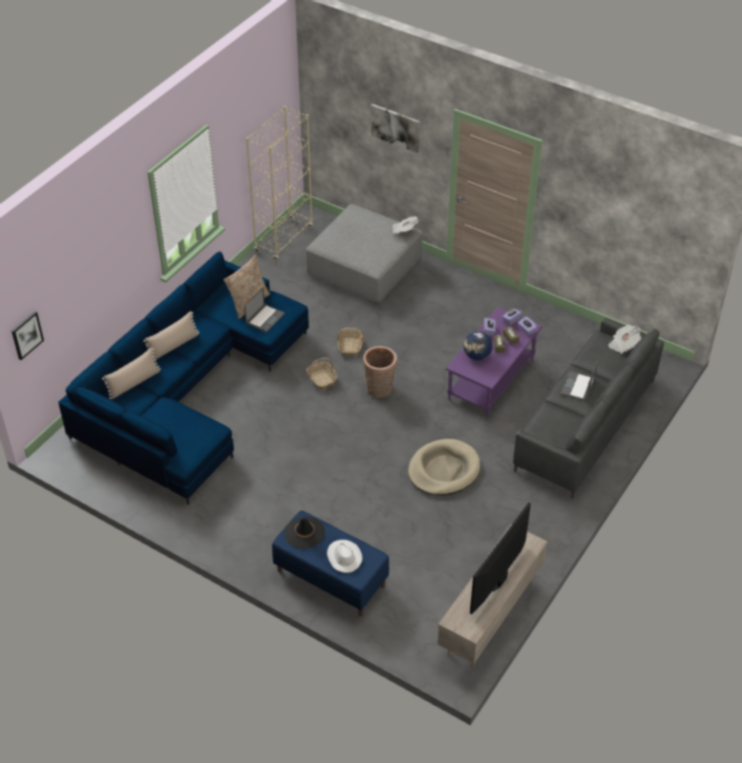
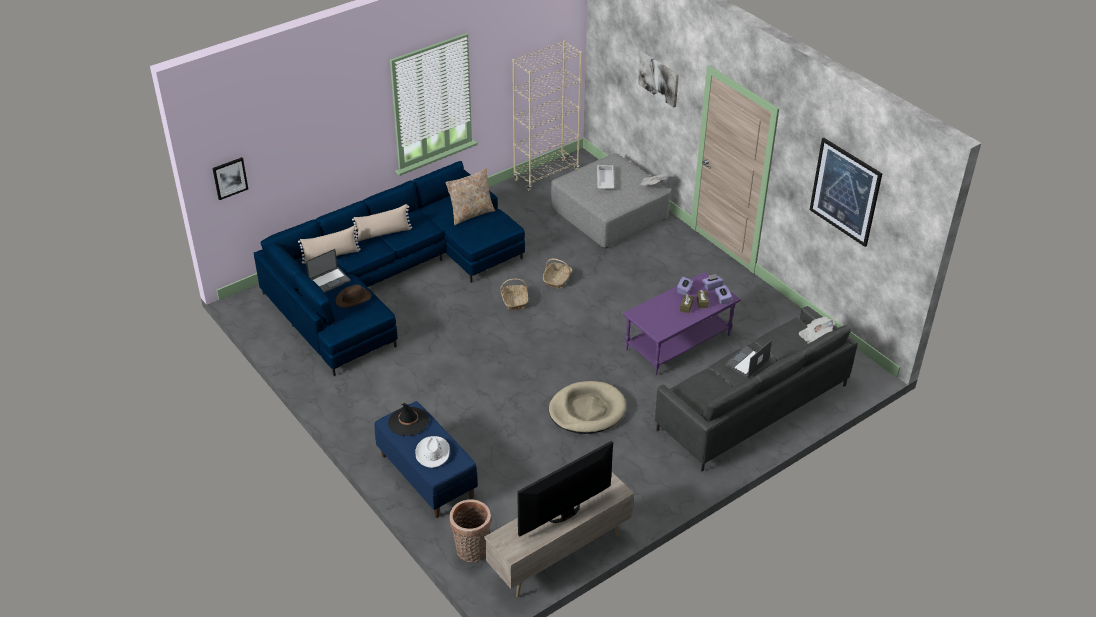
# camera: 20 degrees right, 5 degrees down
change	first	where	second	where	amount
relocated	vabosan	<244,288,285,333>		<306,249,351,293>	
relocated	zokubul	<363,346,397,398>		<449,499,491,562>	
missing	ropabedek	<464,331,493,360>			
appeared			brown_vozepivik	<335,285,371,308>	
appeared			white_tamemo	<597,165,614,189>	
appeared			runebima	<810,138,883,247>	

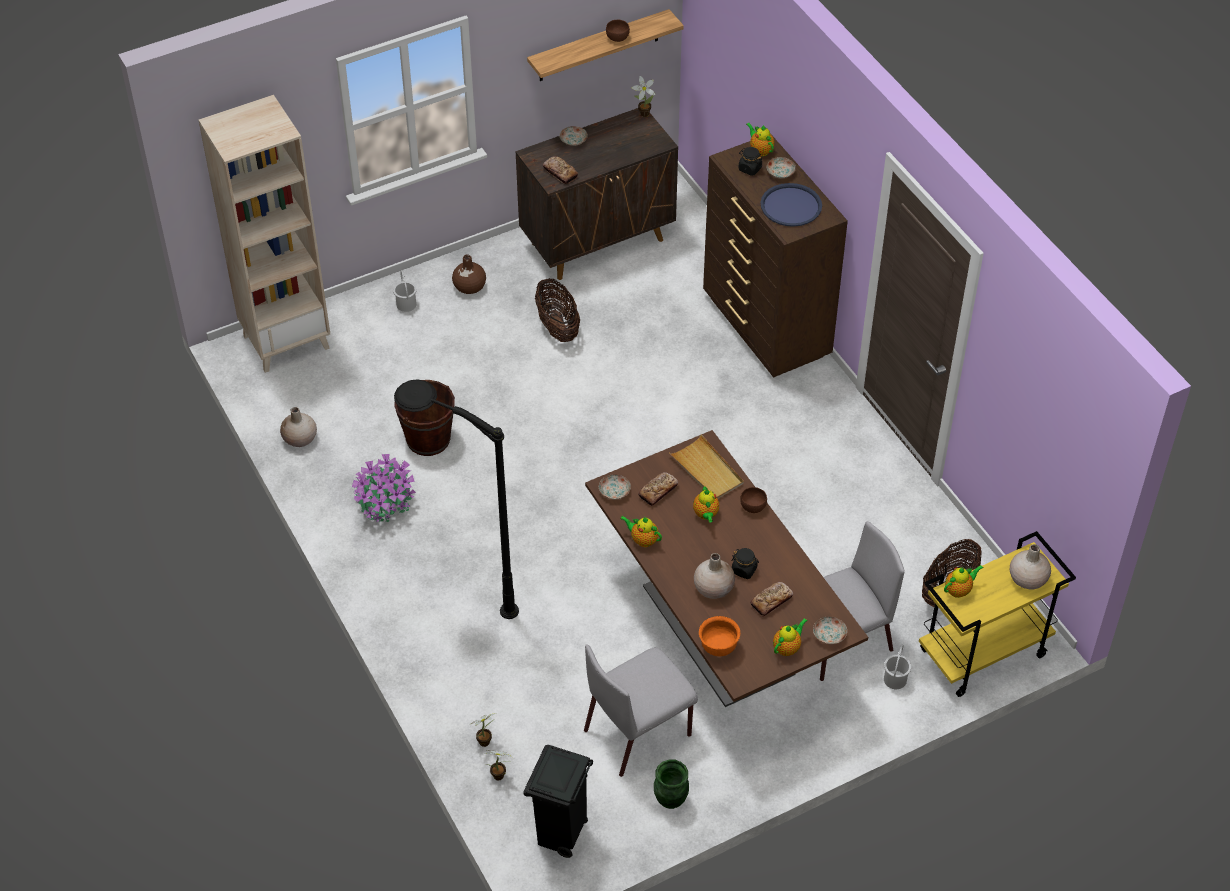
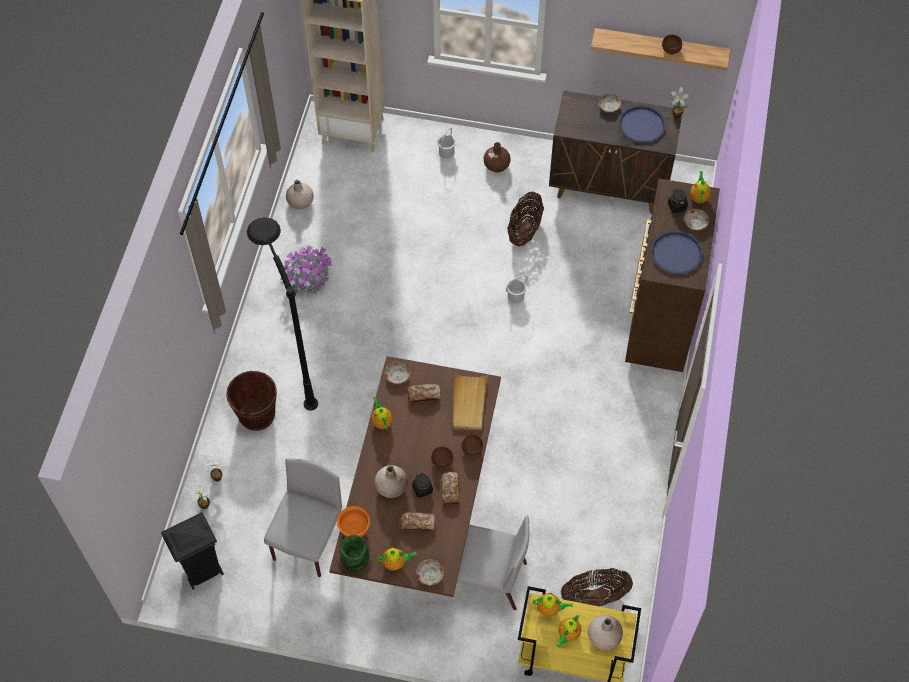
# camera: 40 degrees right, 10 degrees up
change	first	where	second	where	amount
relocated	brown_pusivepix	<394,380,455,456>		<226,371,277,431>	
relocated	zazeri	<543,156,578,184>		<440,472,460,505>	
spun	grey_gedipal	<584,645,698,777>		<264,458,342,577>	105 degrees clockwise
relocated	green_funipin	<654,760,689,809>		<340,535,369,572>	
relocated	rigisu	<693,486,719,523>		<557,615,581,648>	
relocated	white_pusivepix	<884,644,911,689>		<506,275,528,304>	
appeared			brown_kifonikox	<432,447,453,469>	
appeared			blue_tamemo	<618,105,666,143>	

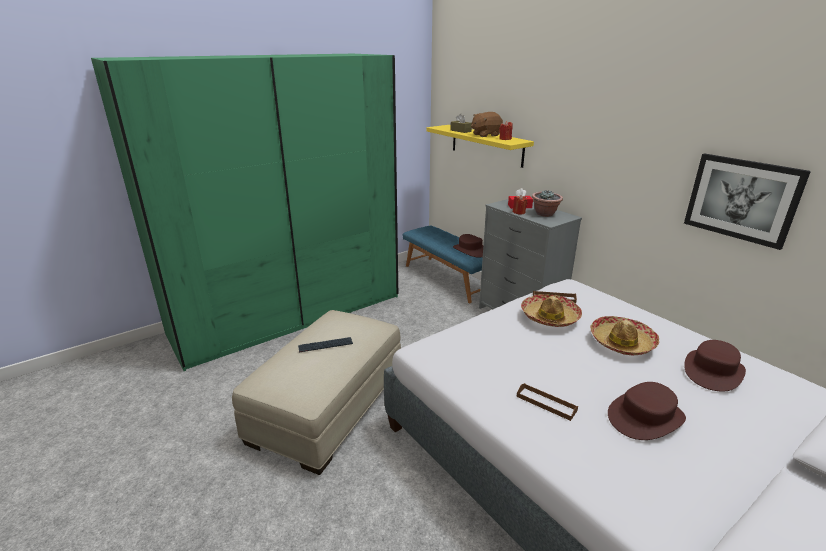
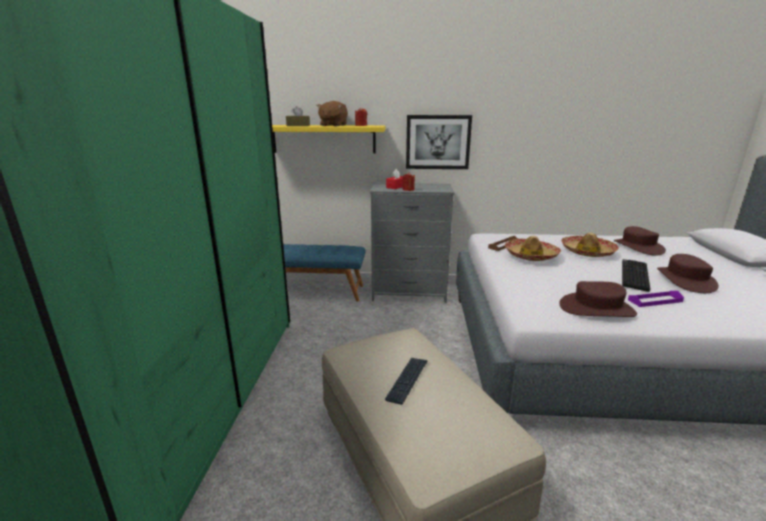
# camera: 50 degrees left, 5 degrees down
change	first	where	second	where	amount
relocated	brown_vozepivik	<453,234,483,257>		<560,281,637,317>	
colour	brown_tamemo	<516,383,578,421>	purple_tamemo	<628,291,684,307>	
missing	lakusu	<532,191,563,217>			
relocated	runebima	<684,153,811,250>		<406,115,472,169>	
appeared			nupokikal	<622,259,650,292>	

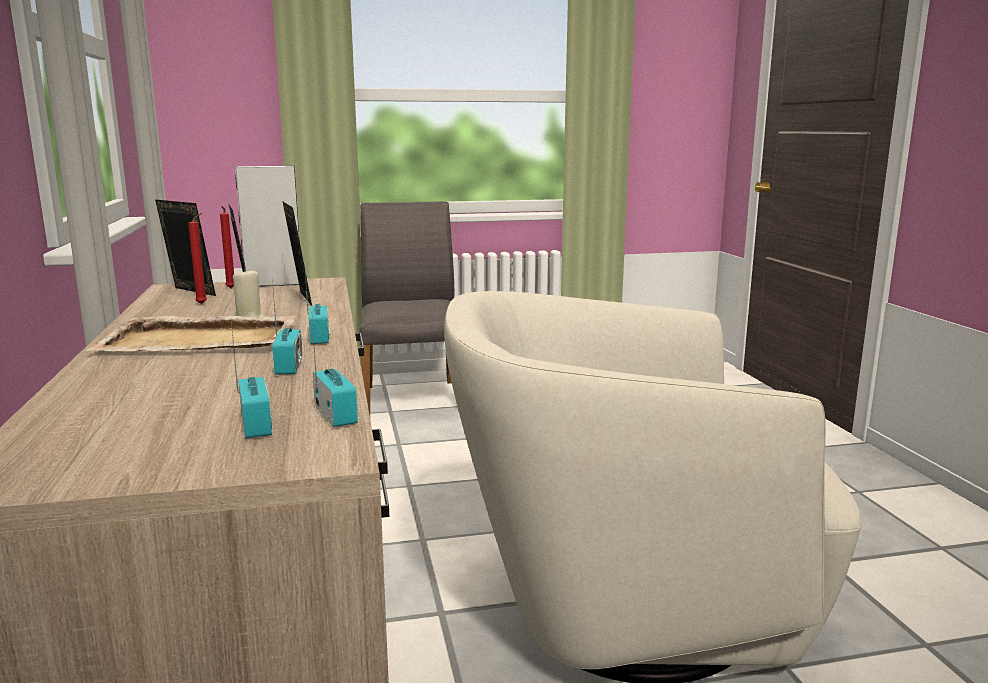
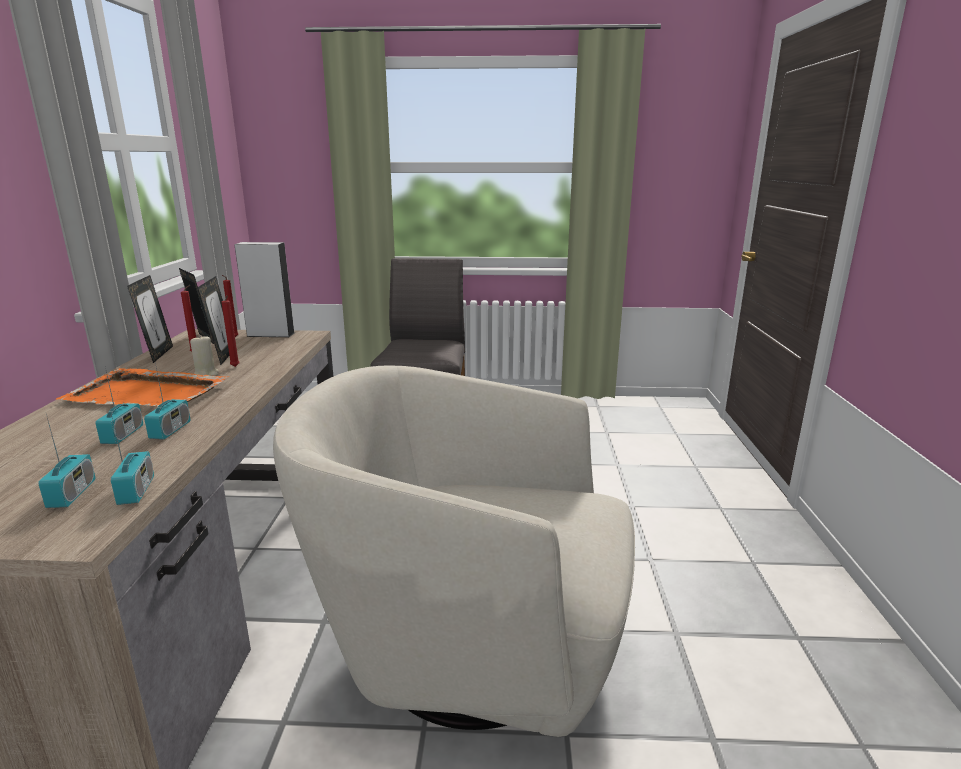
# camera: 15 degrees right, 5 degrees up
change	first	where	second	where	amount
colour	beige_tamemo	<86,316,296,351>	orange_tamemo	<56,368,229,406>	
relocated	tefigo	<283,202,312,306>		<127,275,173,363>	
relocated	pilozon	<304,260,331,344>		<95,368,143,444>	
appeared			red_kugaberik	<222,295,240,367>	

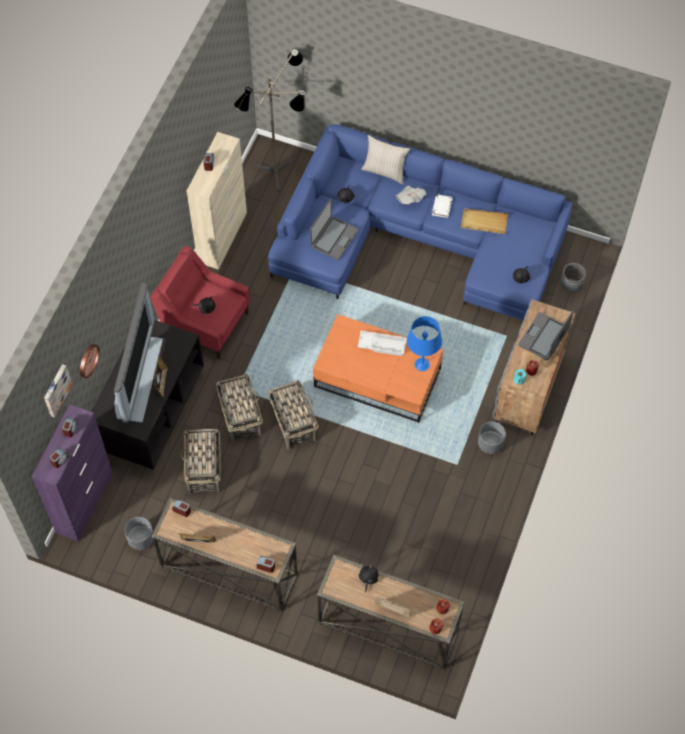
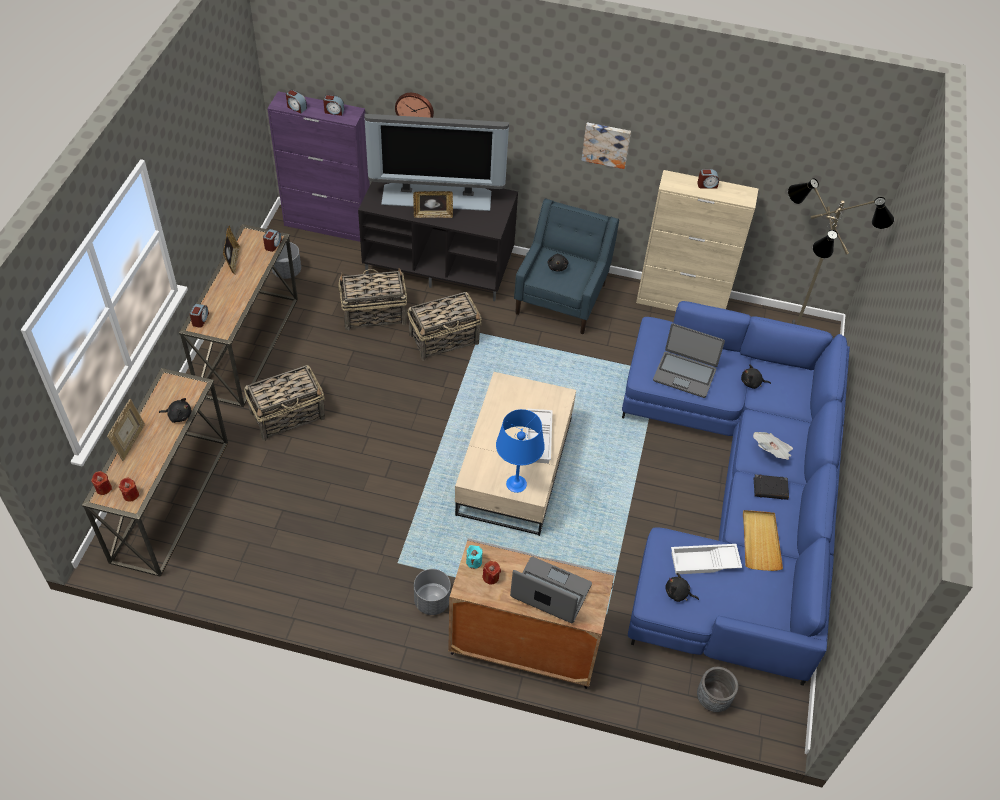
# camera: 80 degrees right, 10 degrees down
change	first	where	second	where	amount
relocated	runebima	<44,364,73,418>		<582,123,631,169>	
colour	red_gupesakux	<150,246,250,359>	blue_gupesakux	<514,198,619,334>	
relocated	zokubul	<269,380,319,450>		<244,365,325,441>	
colour	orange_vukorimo	<313,314,443,423>	beige_vukorimo	<455,372,576,536>	
missing	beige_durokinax	<361,135,410,184>			
colour	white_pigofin	<432,194,452,218>	black_pigofin	<754,475,789,500>	
appeared			white_tamemo	<671,544,742,574>	

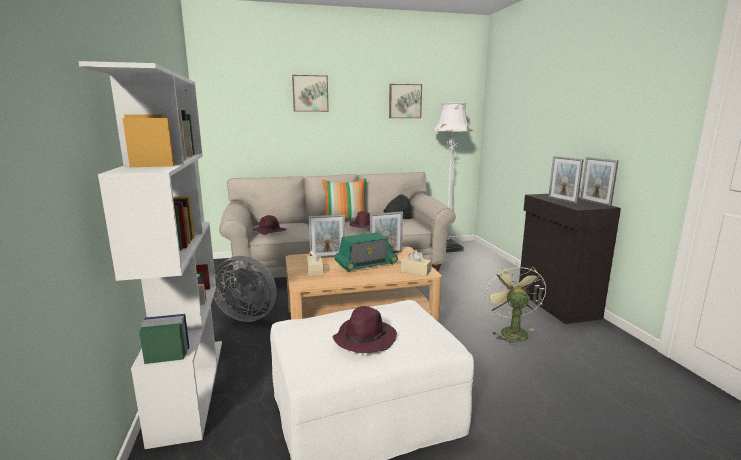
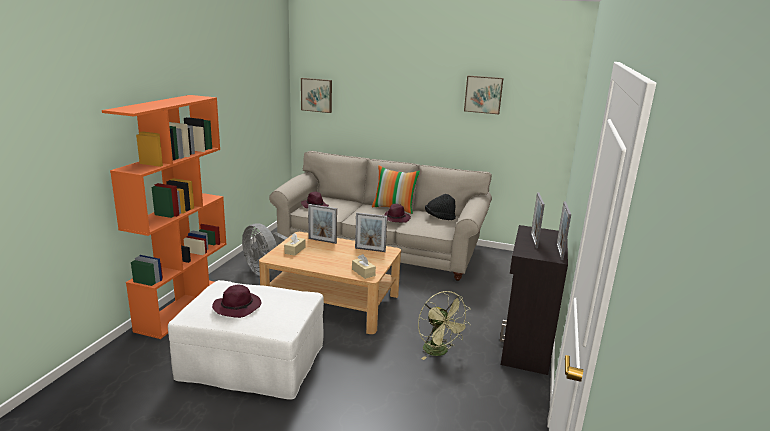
# camera: 30 degrees right, 5 degrees up
change	first	where	second	where	amount
colour	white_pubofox	<79,61,222,449>	orange_pubofox	<102,95,227,339>	
relocated	runebima	<292,75,329,112>		<301,78,332,113>	
missing	pilozon	<334,232,398,272>			
missing	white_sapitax	<433,103,472,253>			
spun	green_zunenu	<485,262,546,345>		<418,291,471,360>	120 degrees clockwise

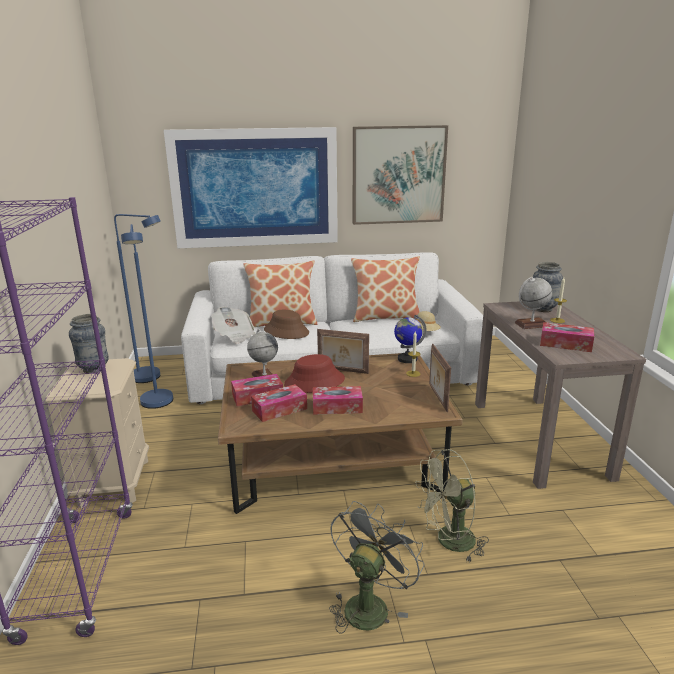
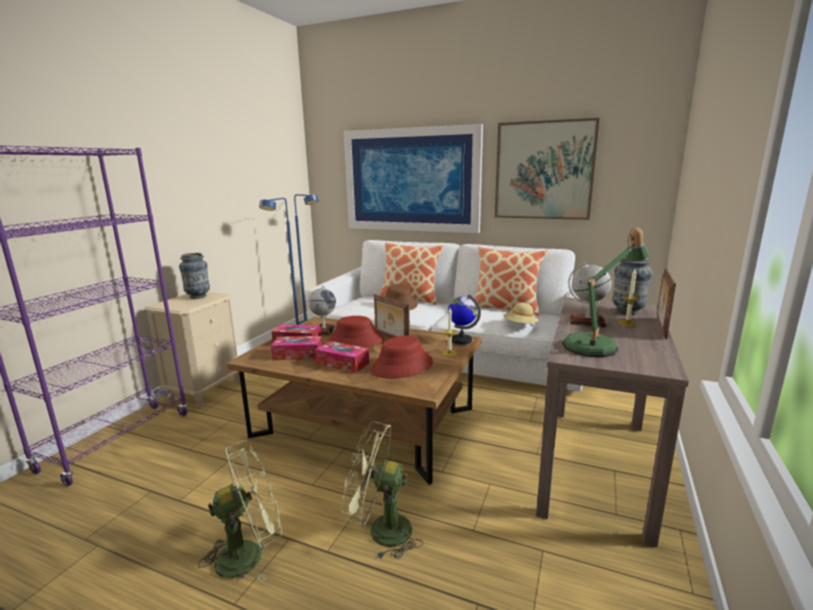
# camera: 30 degrees right, 5 degrees down
change	first	where	second	where	amount
missing	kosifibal	<211,306,256,344>			
colour	grey_zunenu	<329,501,424,634>	green_zunenu	<198,440,282,583>	
relocated	tefigo	<429,344,451,412>		<657,268,676,339>	
exchanged	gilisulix	<540,322,594,352>	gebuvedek	<562,227,650,358>	
appeared			red_vozepivik	<371,336,433,379>	

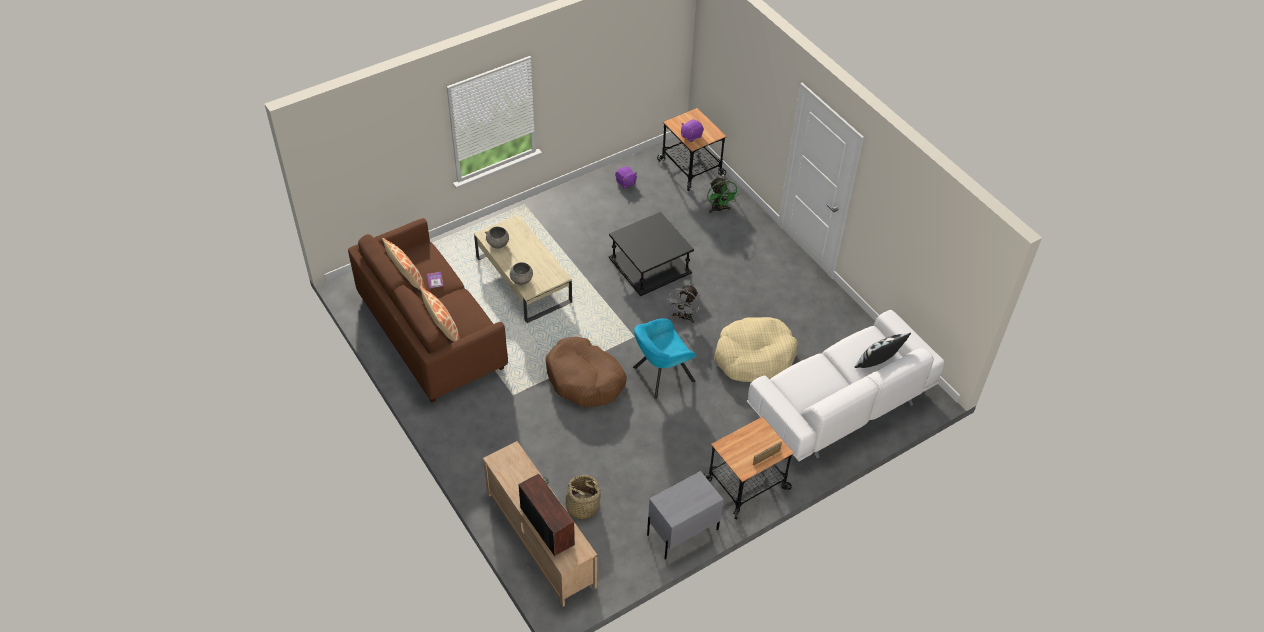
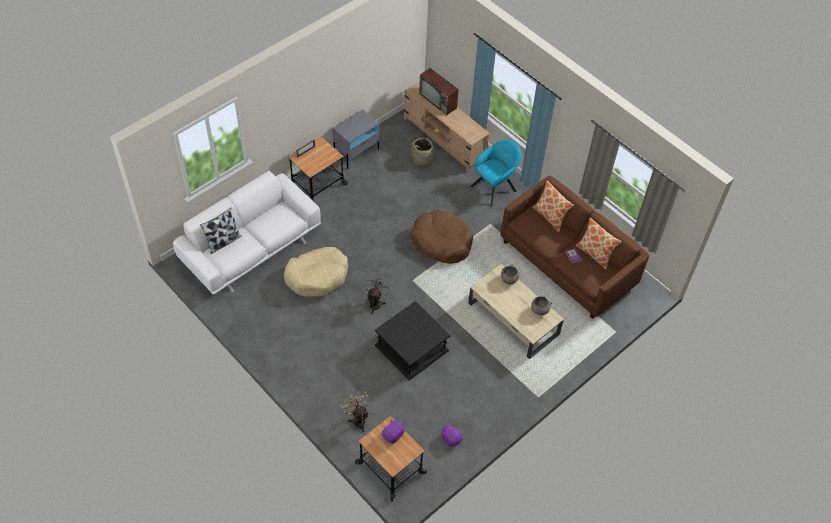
# camera: 170 degrees right, 5 degrees up
change	first	where	second	where	amount
relocated	turquoise_gupesakux	<633,318,696,399>		<470,139,521,207>	
colour	green_zunenu	<707,177,739,213>	beige_zunenu	<341,391,370,432>	

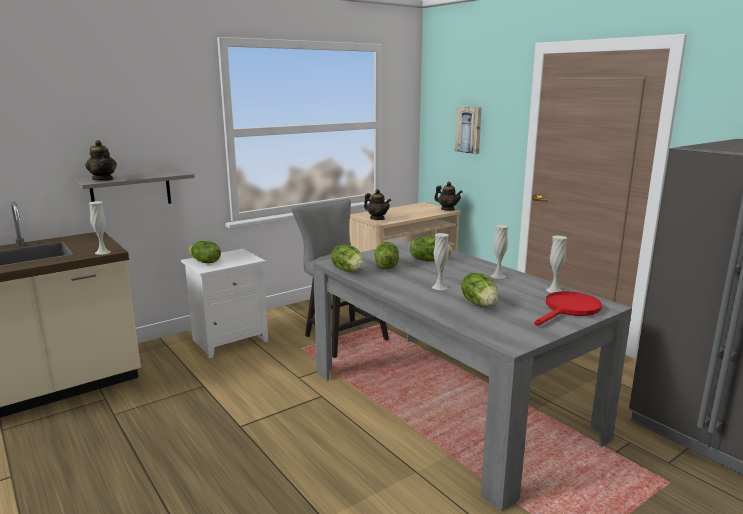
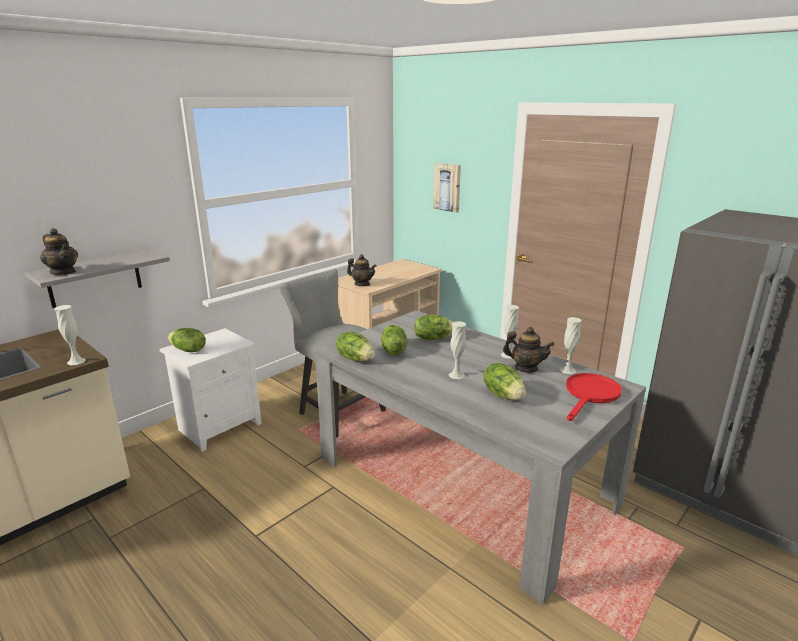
# camera: 10 degrees left, 5 degrees up
change	first	where	second	where	amount
relocated	rigisu	<434,182,463,211>		<503,327,555,373>	

